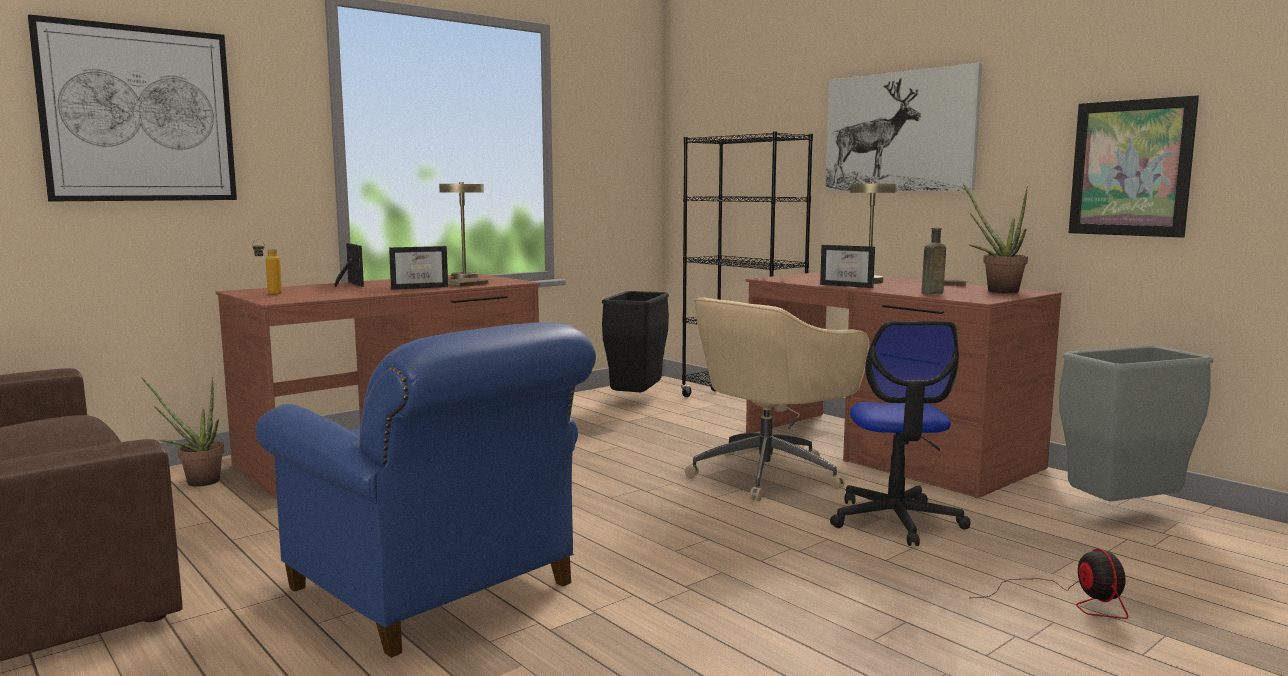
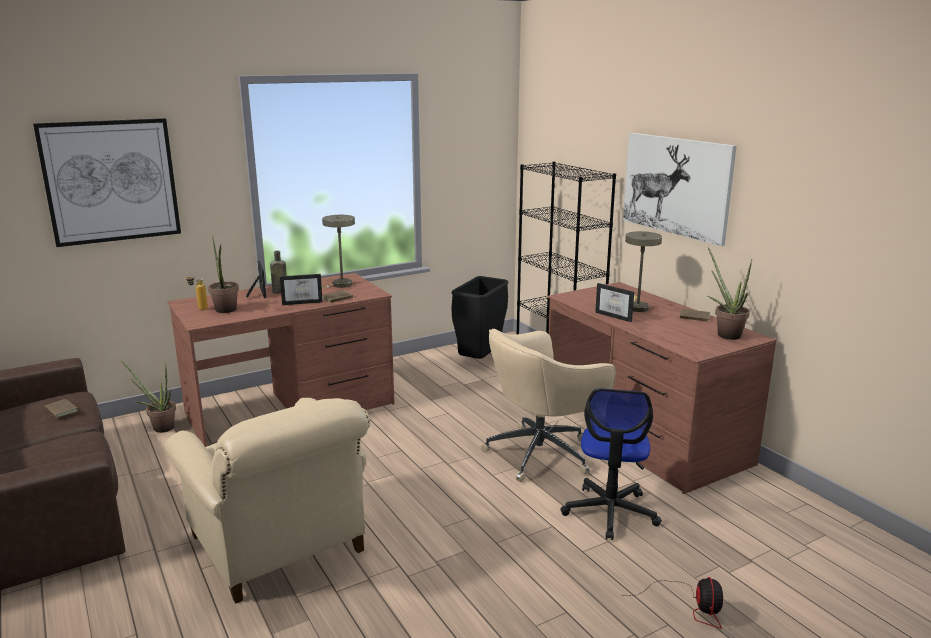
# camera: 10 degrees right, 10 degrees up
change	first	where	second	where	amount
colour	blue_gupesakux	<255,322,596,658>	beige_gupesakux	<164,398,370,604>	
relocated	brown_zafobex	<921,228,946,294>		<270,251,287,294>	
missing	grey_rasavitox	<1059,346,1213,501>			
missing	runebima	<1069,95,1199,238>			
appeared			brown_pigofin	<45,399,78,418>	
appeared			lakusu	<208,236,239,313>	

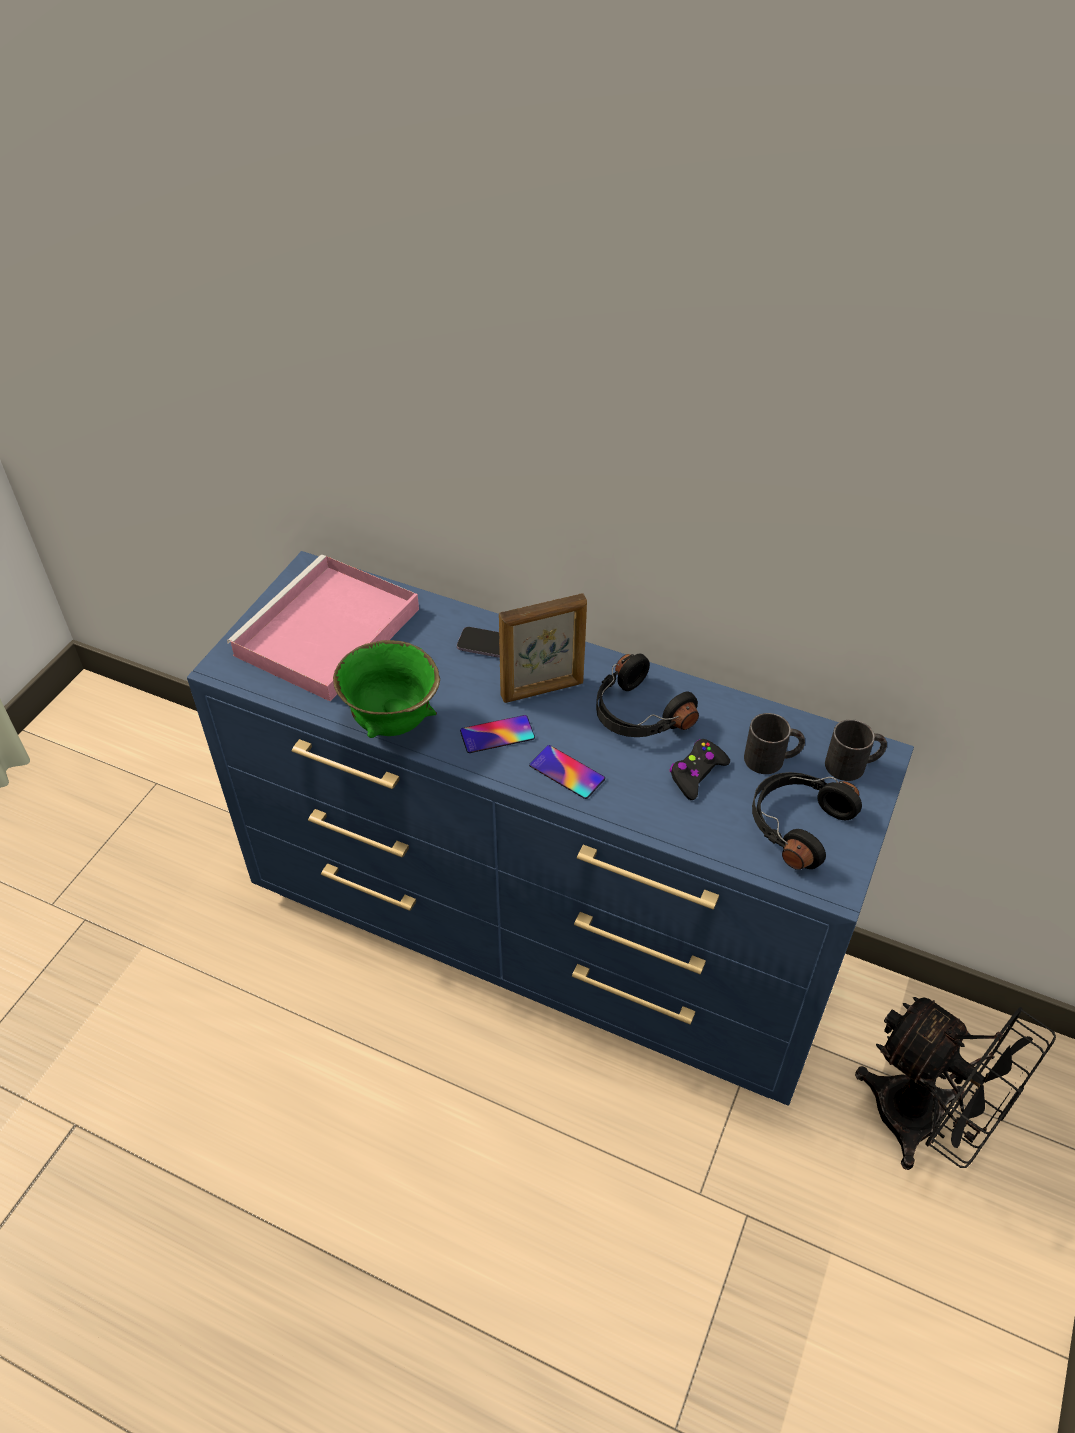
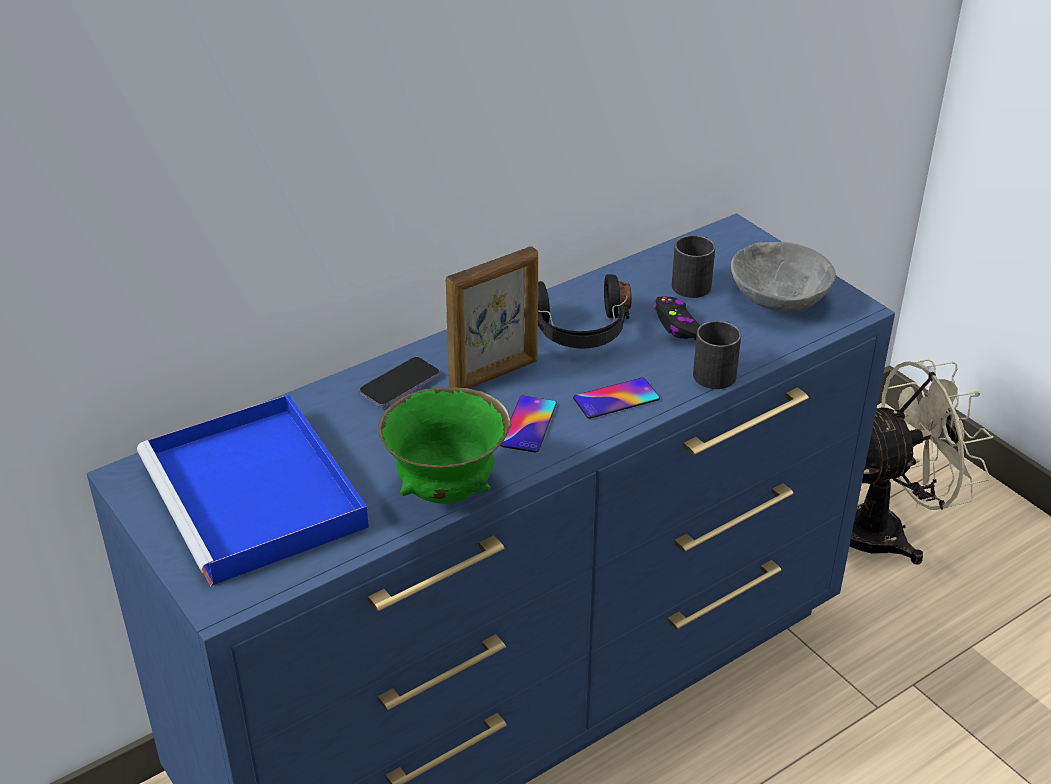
# camera: 60 degrees left, 10 degrees down
change	first	where	second	where	amount
colour	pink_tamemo	<227,555,419,701>	blue_tamemo	<137,395,369,586>	
spun	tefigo	<499,593,587,703>		<446,246,538,389>	45 degrees clockwise
exchanged	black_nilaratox	<752,772,862,870>	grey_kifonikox	<731,242,836,312>	
relocated	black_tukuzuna	<825,719,887,781>		<693,321,741,389>	
colour	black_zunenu	<855,997,1056,1170>	beige_zunenu	<849,359,994,565>	

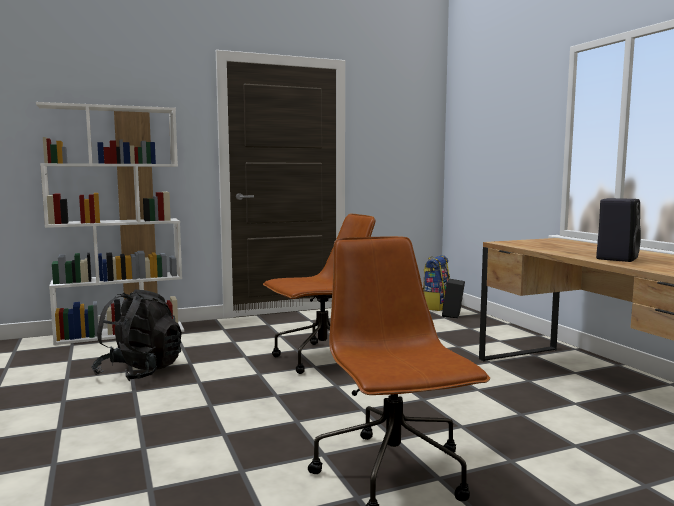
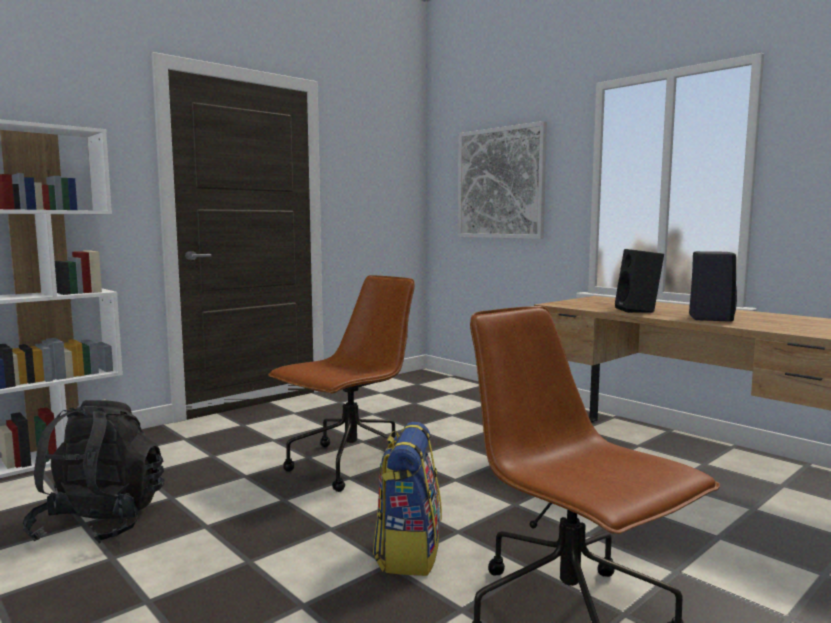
# camera: 20 degrees left, 0 degrees up
change	first	where	second	where	amount
relocated	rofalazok	<423,255,450,311>		<373,422,442,576>	
relocated	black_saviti	<442,279,465,318>		<615,249,664,313>	
appeared			runebima	<458,121,547,239>	

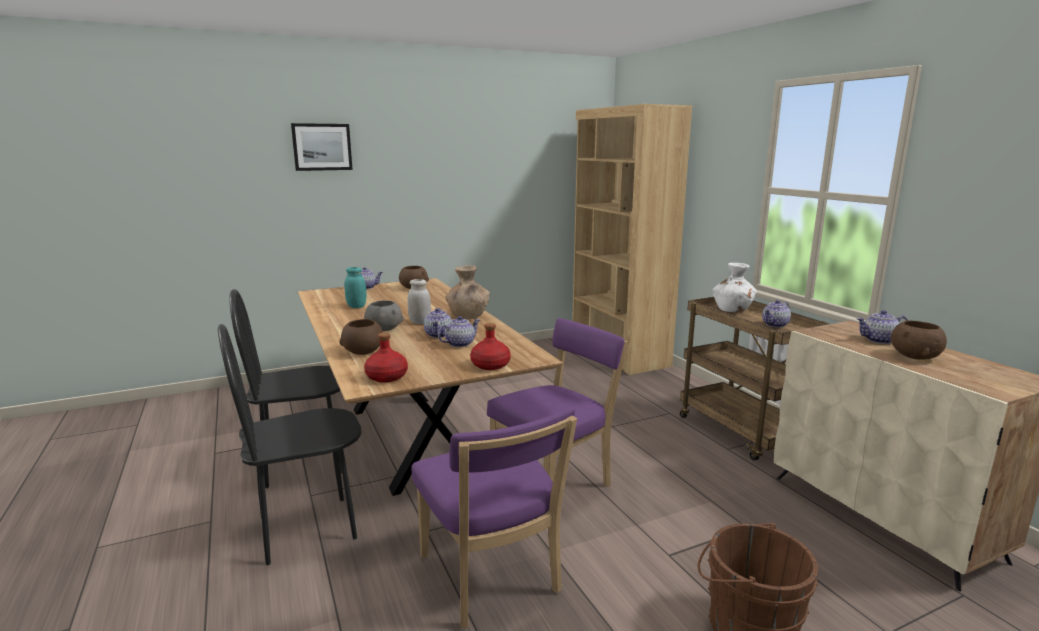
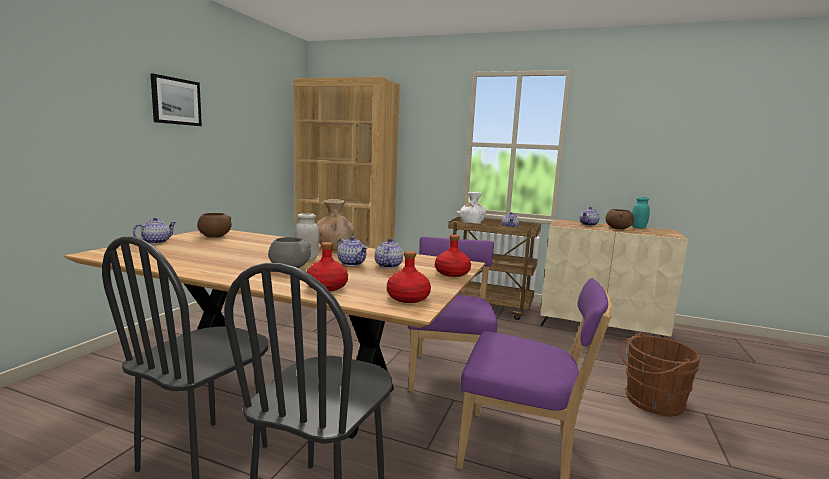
# camera: 45 degrees left, 5 degrees down
change	first	where	second	where	amount
relocated	runebima	<291,123,353,171>		<151,74,202,126>	
exchanged	brown_kifonikox	<339,319,383,355>	red_zafobex	<306,242,348,291>	
relocated	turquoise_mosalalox	<344,267,367,308>		<632,197,650,228>	

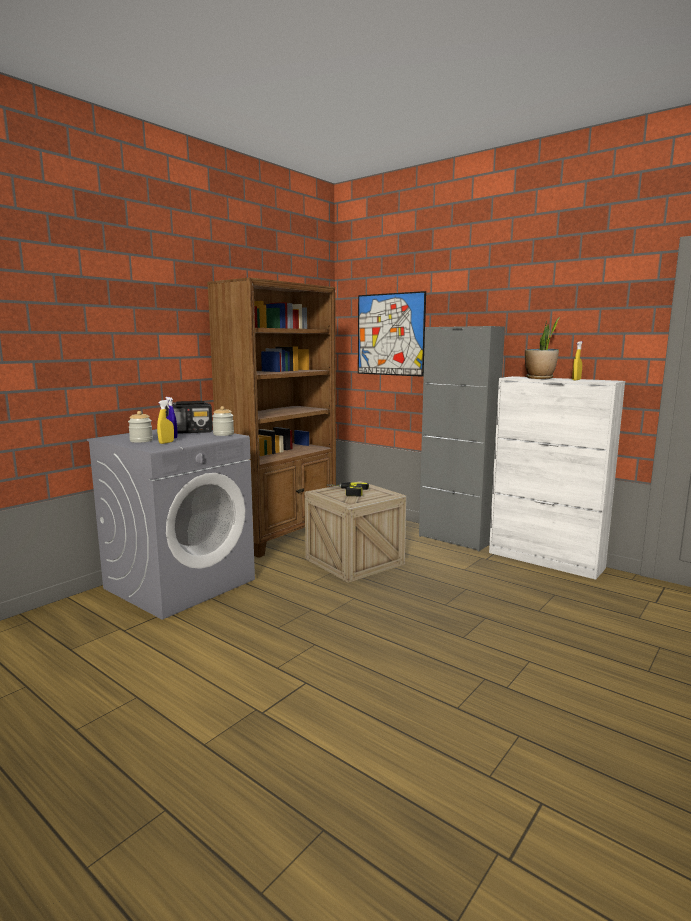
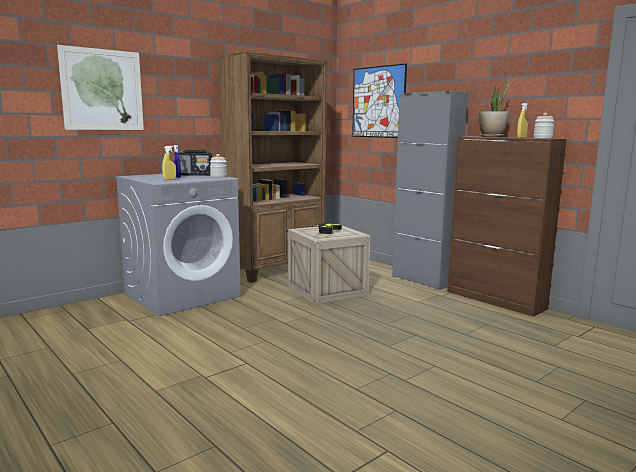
# camera: 10 degrees right, 0 degrees up
change	first	where	second	where	amount
relocated	mosalalox	<128,411,153,443>		<533,113,555,139>	
colour	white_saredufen	<489,376,625,580>	brown_saredufen	<447,137,567,317>	
appeared			runebima	<57,45,144,130>	

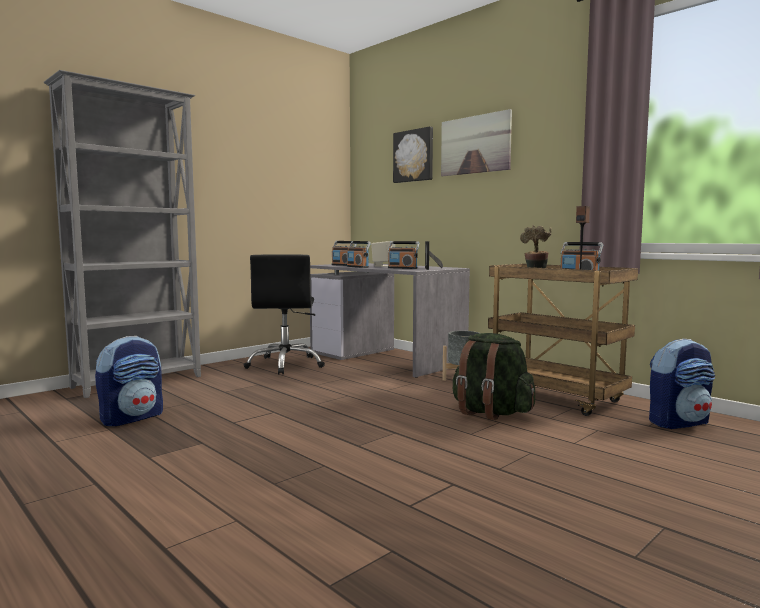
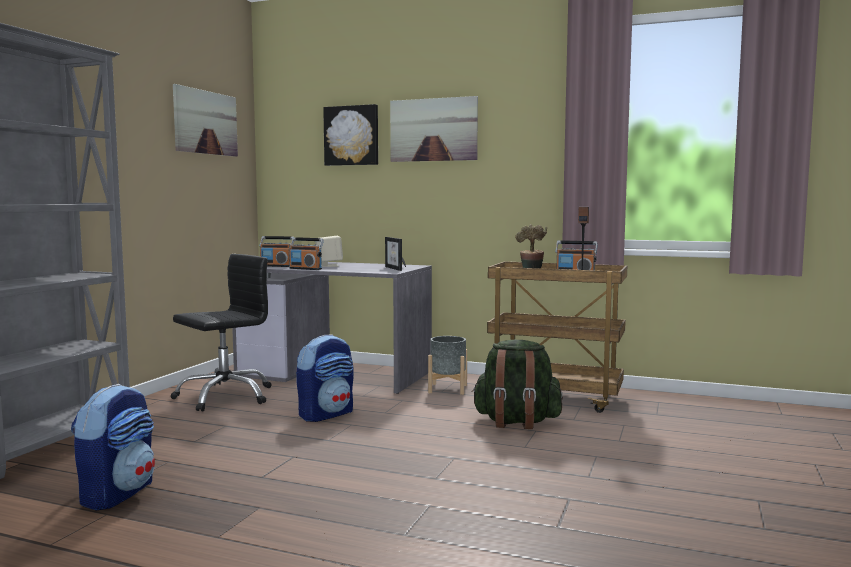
# camera: 25 degrees left, 0 degrees up
change	first	where	second	where	amount
spun	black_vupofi	<244,254,325,374>		<170,254,272,411>	105 degrees counterclockwise
missing	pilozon	<388,241,419,269>			
relocated	rofalazok	<649,339,715,429>		<296,334,354,422>	
appeared			runebima	<173,84,238,157>	

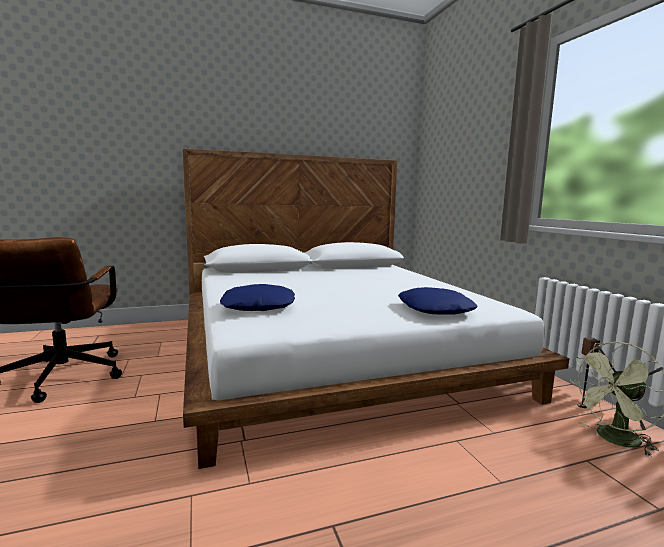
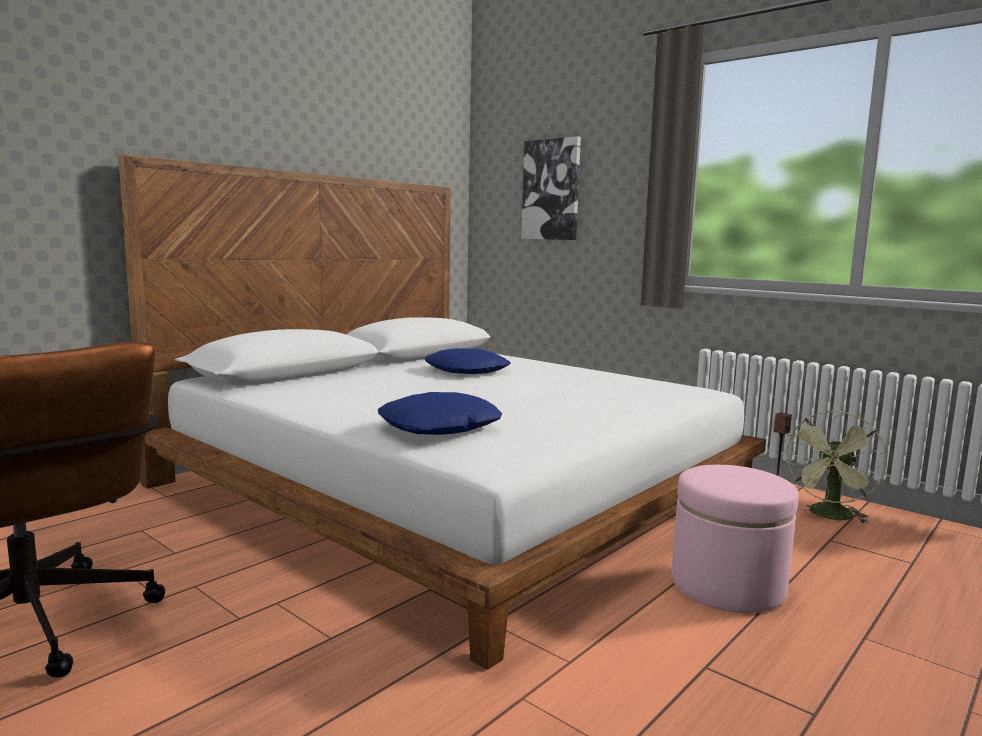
# camera: 30 degrees left, 0 degrees up
change	first	where	second	where	amount
relocated	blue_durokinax	<398,287,477,315>		<425,348,510,374>	
appeared			runebima	<521,136,581,240>	
appeared			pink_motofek	<672,465,799,613>	

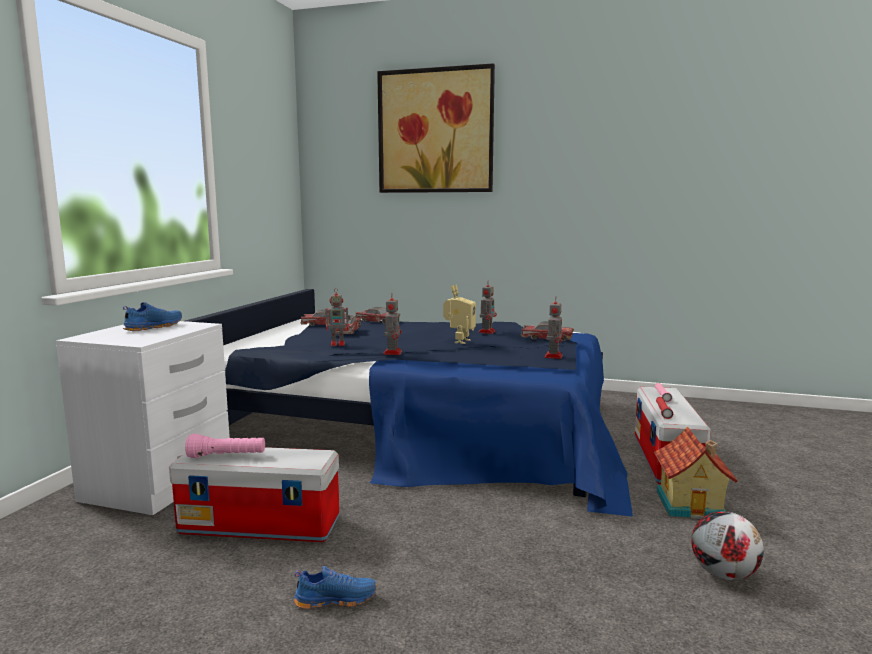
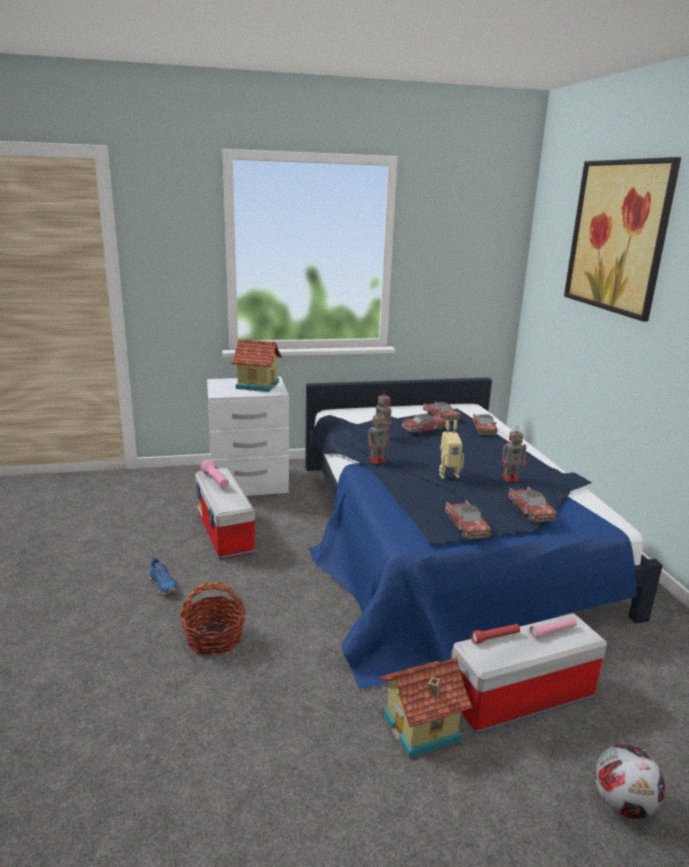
# camera: 60 degrees right, 10 degrees up
change	first	where	second	where	amount
exchanged	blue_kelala	<123,302,182,331>	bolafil	<231,339,282,392>	
exchanged	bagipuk	<544,298,563,359>	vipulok	<445,500,492,539>	
relocated	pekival	<691,511,764,580>		<595,744,665,819>	
appeared			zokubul	<179,582,246,656>	

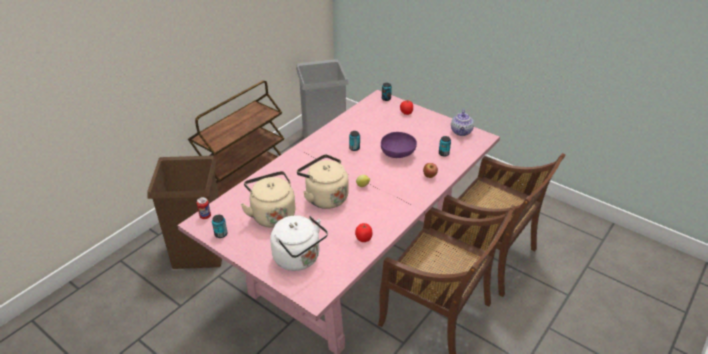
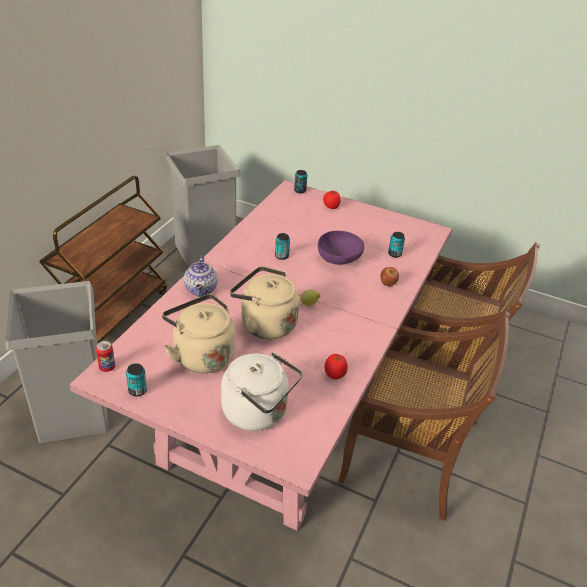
# camera: 15 degrees left, 0 degrees up
change	first	where	second	where	amount
colour	brown_rasavitox	<147,156,222,269>	grey_rasavitox	<6,281,108,443>	
relocated	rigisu	<451,109,474,136>		<184,256,218,297>	

